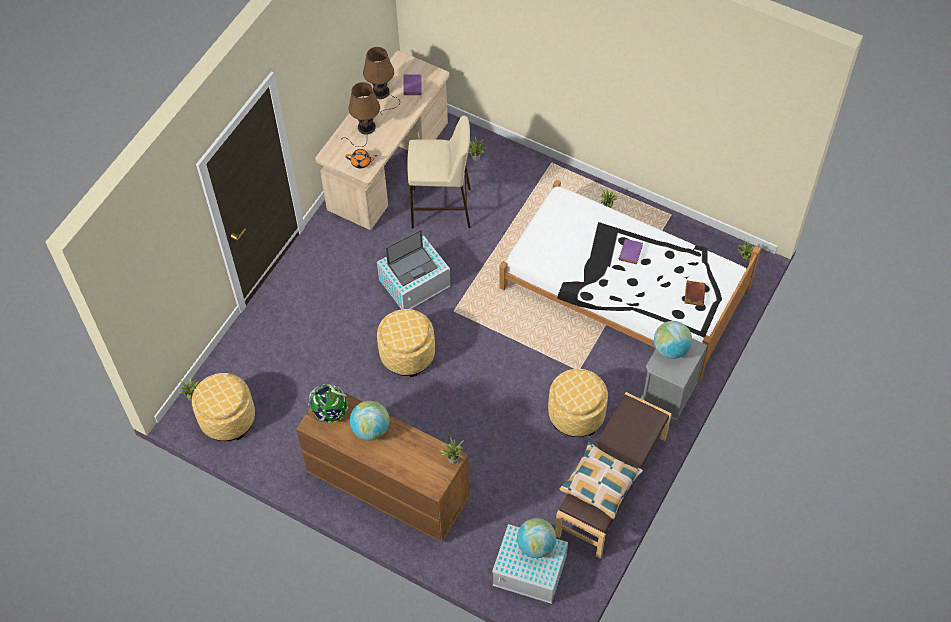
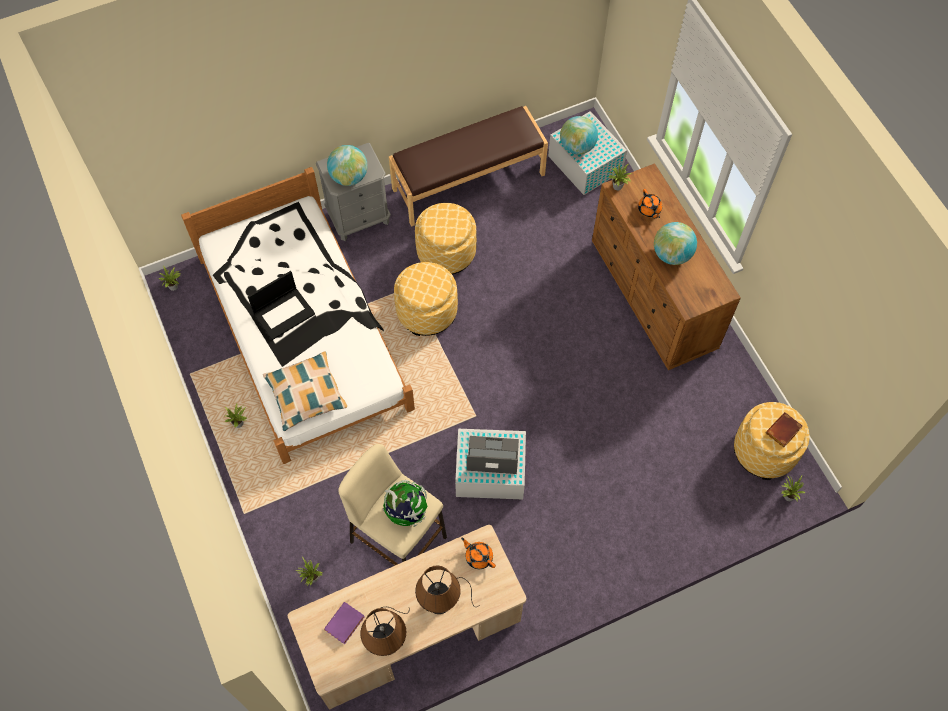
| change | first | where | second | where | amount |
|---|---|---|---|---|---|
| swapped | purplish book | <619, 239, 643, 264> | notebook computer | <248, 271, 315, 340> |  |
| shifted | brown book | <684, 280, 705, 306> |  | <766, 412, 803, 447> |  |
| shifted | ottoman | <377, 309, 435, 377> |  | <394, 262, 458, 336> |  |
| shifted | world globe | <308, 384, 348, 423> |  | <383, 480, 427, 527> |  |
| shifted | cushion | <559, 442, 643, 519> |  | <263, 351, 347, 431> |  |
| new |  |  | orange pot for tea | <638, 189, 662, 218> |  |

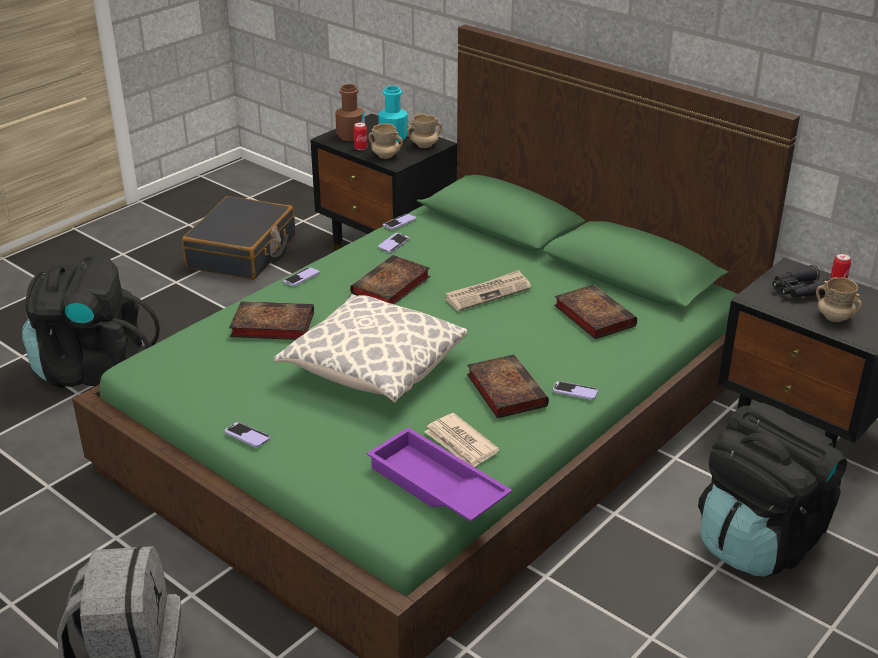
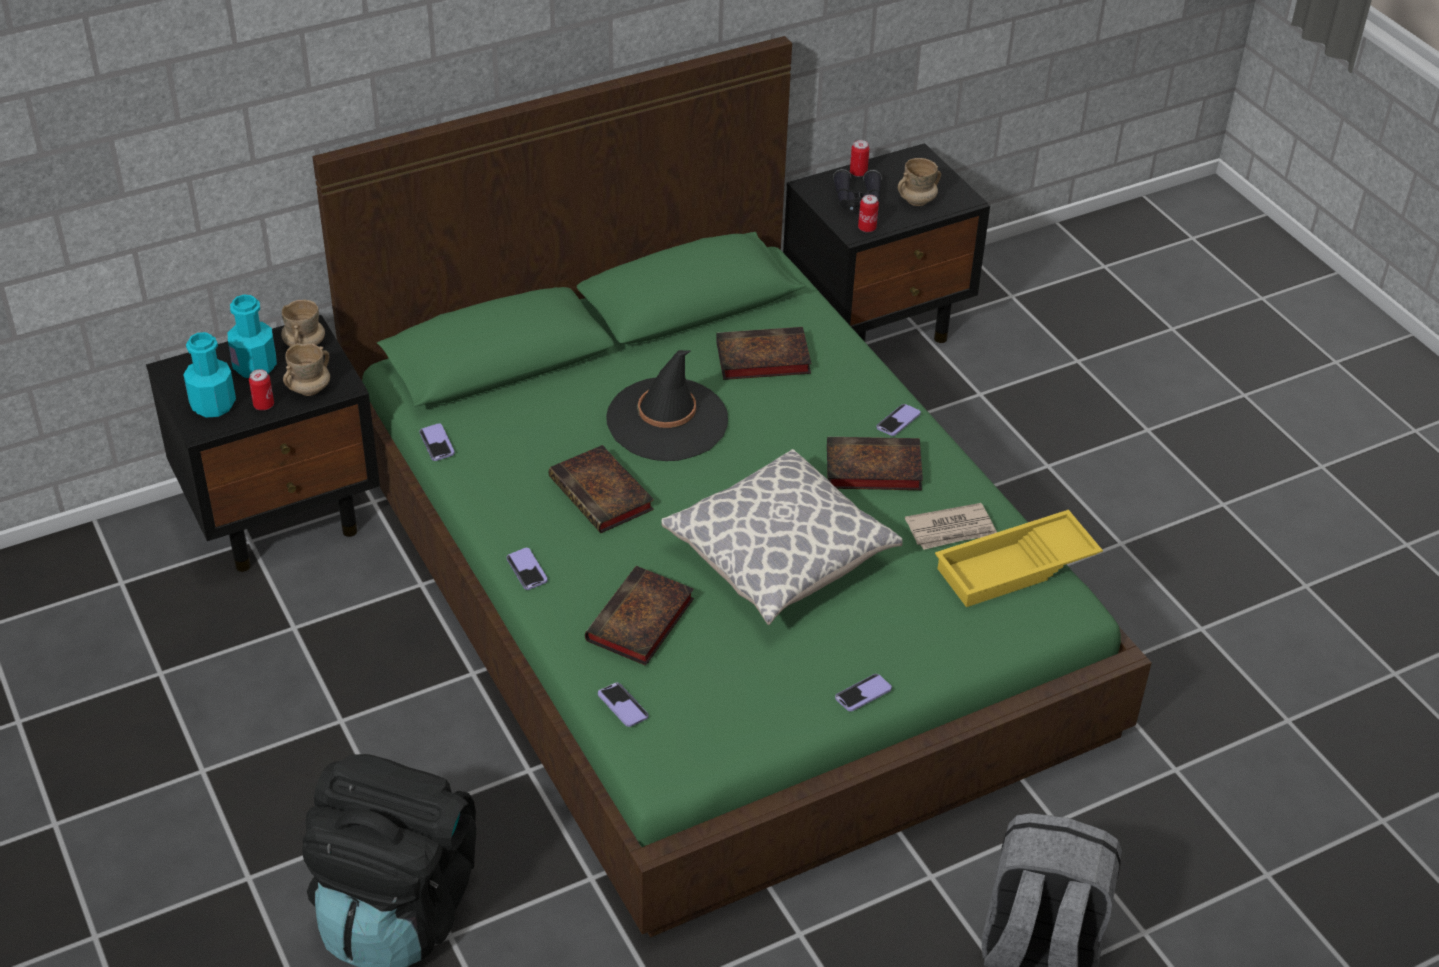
| change | first | where | second | where | amount |
|---|---|---|---|---|---|
| repainted | brown bottle | <335, 84, 365, 141> | turquoise-coloured bottle | <183, 332, 236, 418> |  |
| gone | black travel case | <182, 196, 295, 280> |  |  |  |
| shifted | telephone | <378, 233, 410, 253> |  | <598, 683, 648, 727> |  |
| swapped | printed paper | <445, 270, 531, 311> | black wearable hat | <606, 350, 728, 461> |  |
| gone | black rucksack | <698, 403, 847, 577> |  |  |  |
| repainted | purplish tray | <367, 427, 512, 522> | yellowish tray | <935, 510, 1103, 607> |  |
| new |  |  | can | <858, 195, 879, 232> |  |

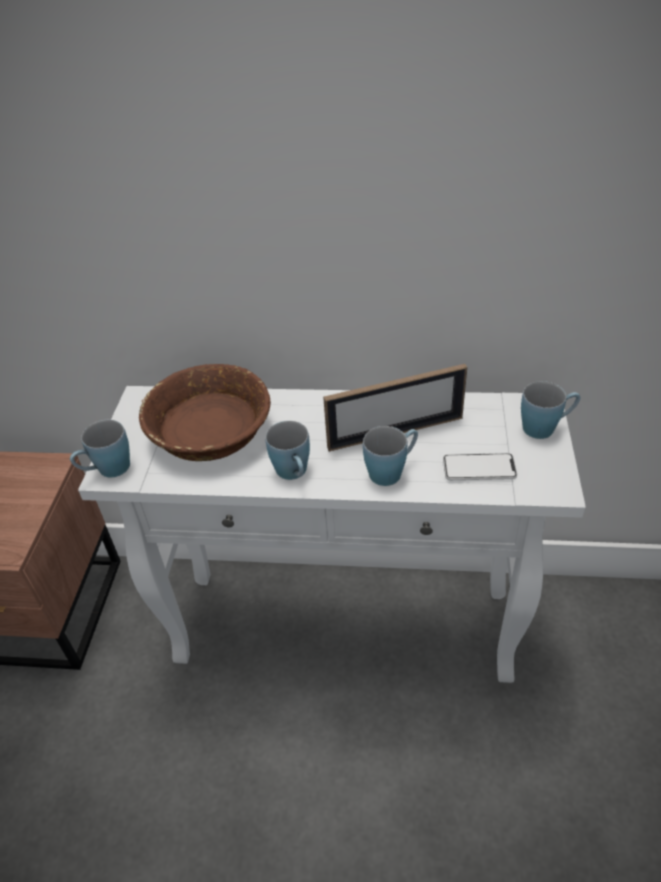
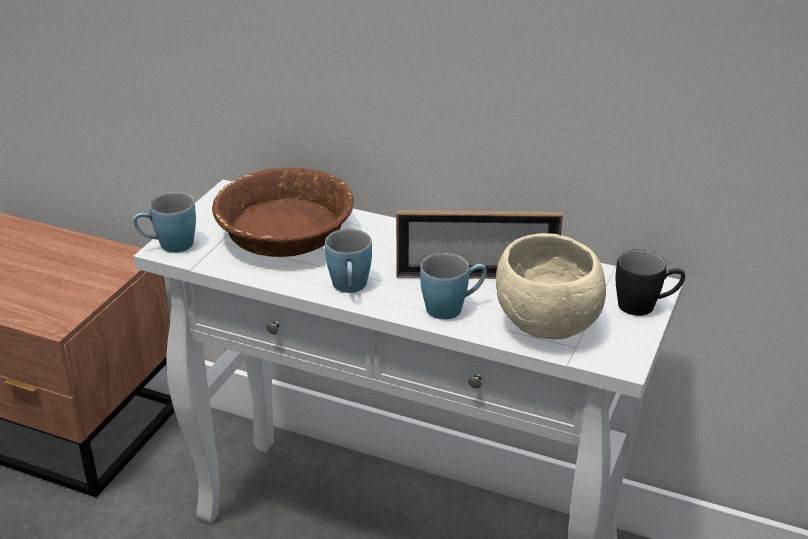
| change | first | where | second | where | amount |
|---|---|---|---|---|---|
| repainted | bluish mug | <521, 381, 581, 439> | black mug | <615, 249, 685, 316> |  |
| swapped | telephone | <443, 453, 517, 480> | sand-coloured deep dish | <496, 233, 606, 339> |  |

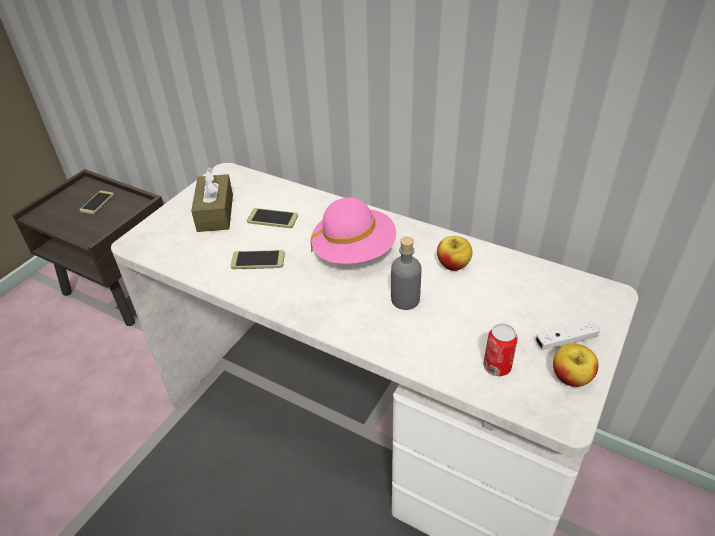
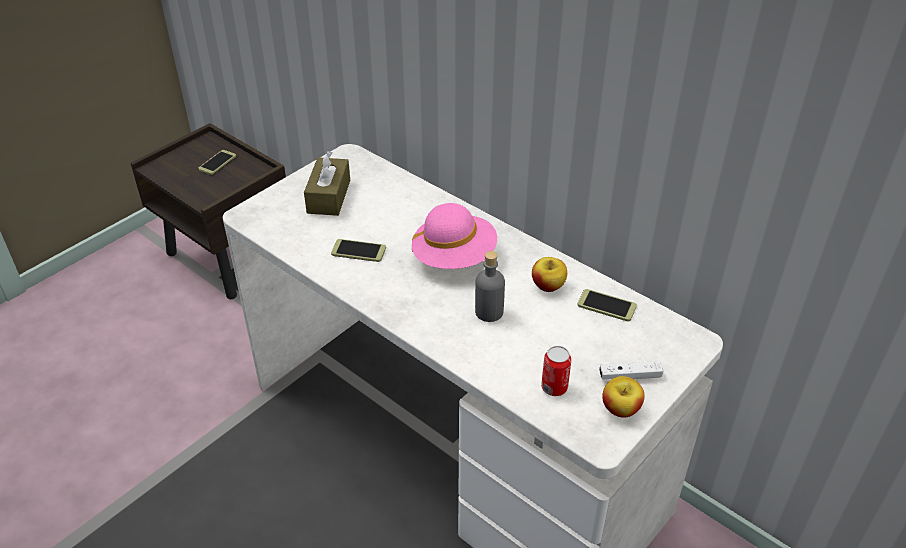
| change | first | where | second | where | amount |
|---|---|---|---|---|---|
| shifted | telephone | <247, 208, 298, 228> |  | <577, 289, 637, 322> |  |

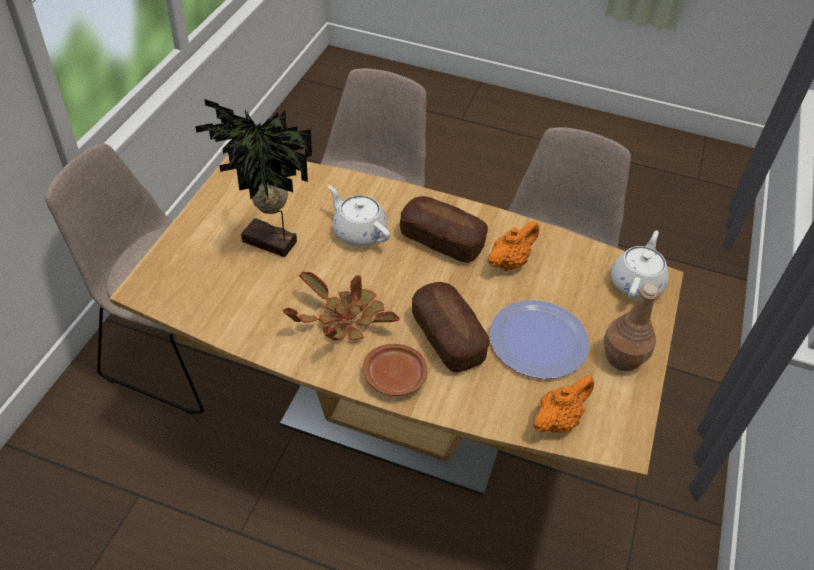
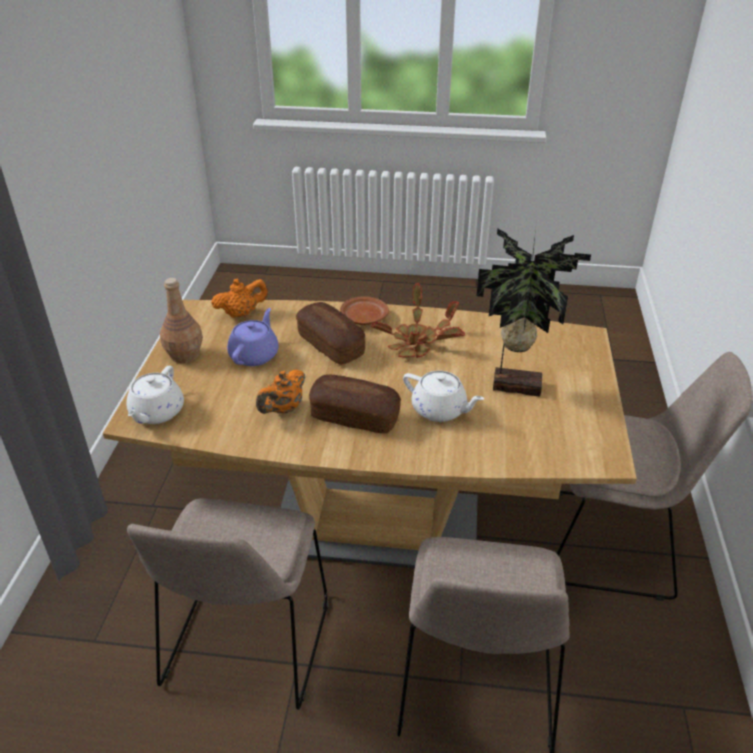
| change | first | where | second | where | amount |
|---|---|---|---|---|---|
| swapped | flat dish | <489, 300, 589, 379> | purplish pot for tea | <227, 308, 279, 366> |  |
| rotated | orange pot for tea | <533, 376, 594, 433> |  | <211, 278, 268, 318> | 150 degrees counterclockwise |

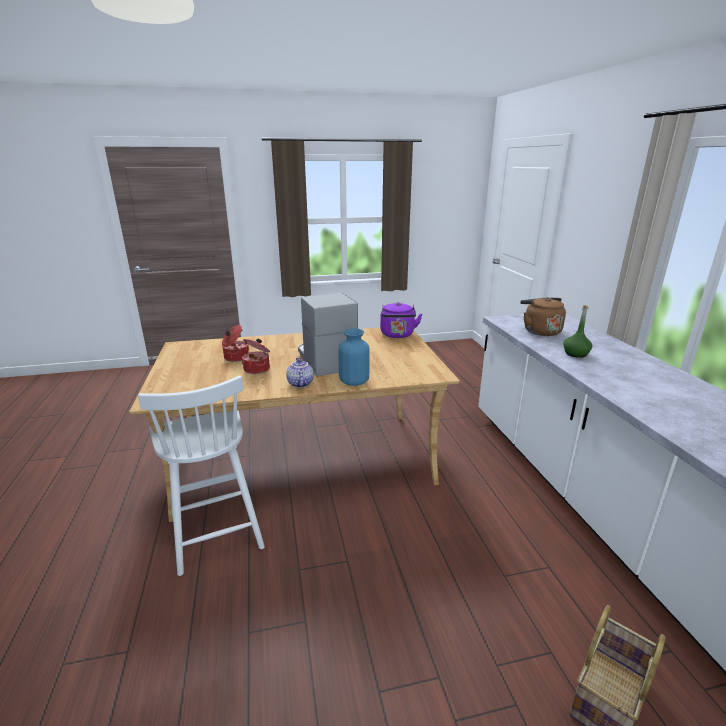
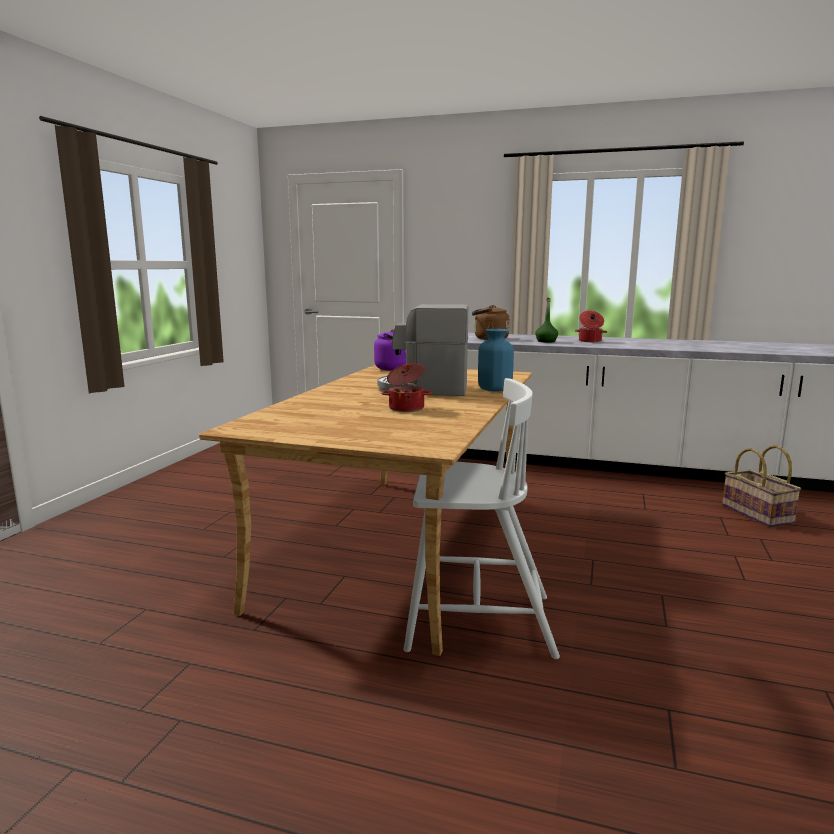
| change | first | where | second | where | amount |
|---|---|---|---|---|---|
| shifted | cooking pot | <222, 325, 249, 362> |  | <575, 311, 607, 342> |  |
| gone | pot for tea | <286, 357, 314, 388> |  |  |  |

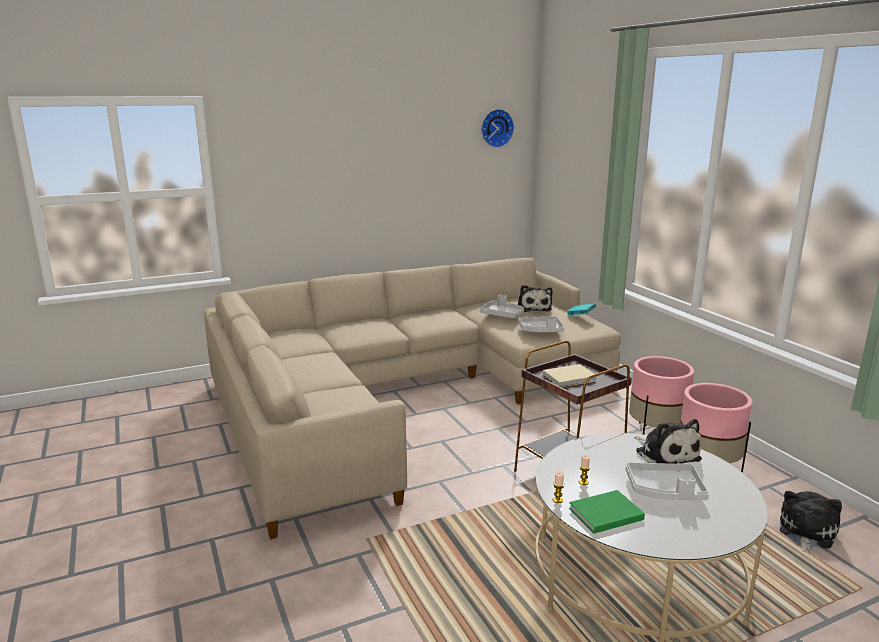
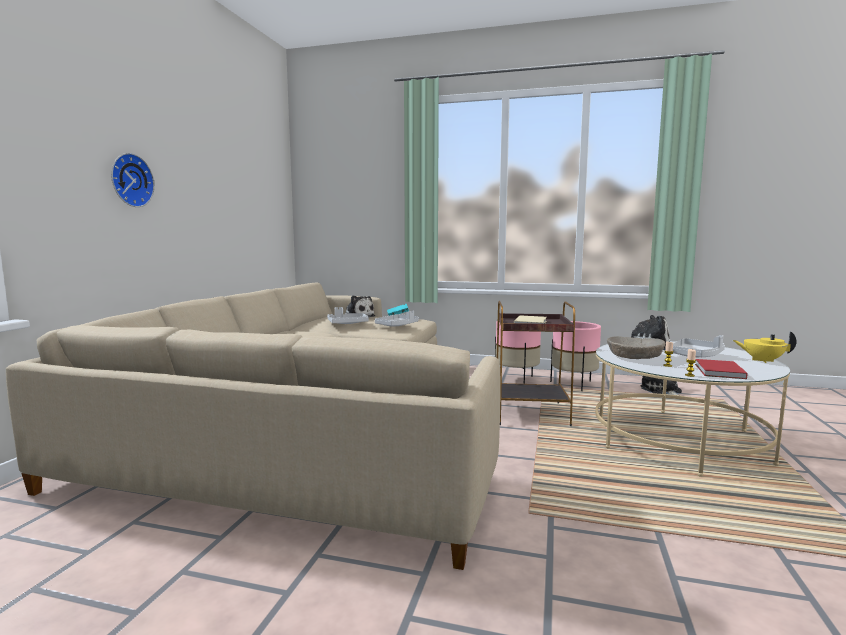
| change | first | where | second | where | amount |
|---|---|---|---|---|---|
| shifted | wall clock | <481, 109, 514, 148> |  | <111, 153, 155, 207> |  |
| repainted | green-coloured book | <569, 490, 645, 534> | red book | <695, 359, 747, 379> |  |
| new |  |  | yellowish pot for tea | <733, 331, 797, 363> |  |
| new |  |  | sand-coloured deep dish | <607, 336, 665, 359> |  |

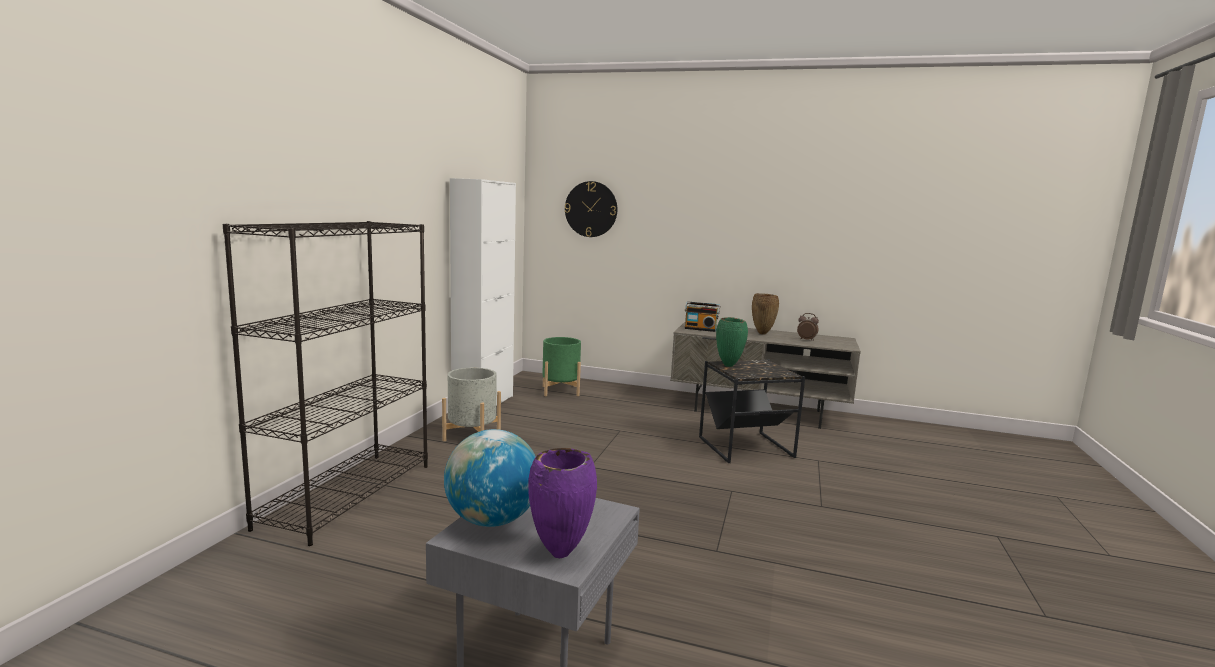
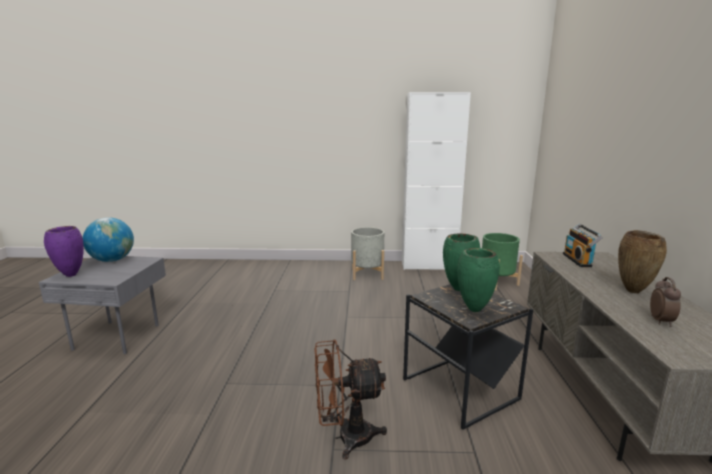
| change | first | where | second | where | amount |
|---|---|---|---|---|---|
| gone | wall clock | <565, 181, 617, 237> |  |  |  |
| gone | black shelving unit | <223, 221, 428, 546> |  |  |  |
| new |  |  | green-coloured decorative vase | <457, 248, 500, 312> |  |
| new |  |  | brown cooling fan | <314, 339, 387, 460> |  |

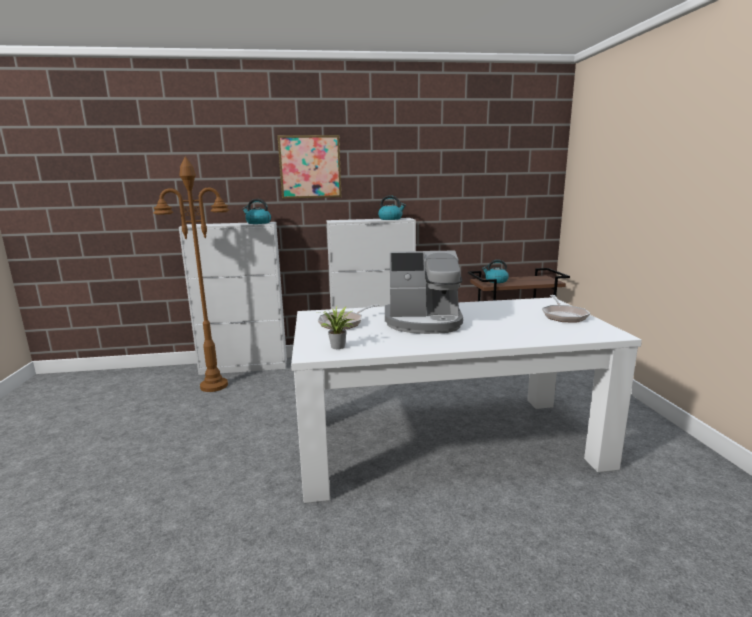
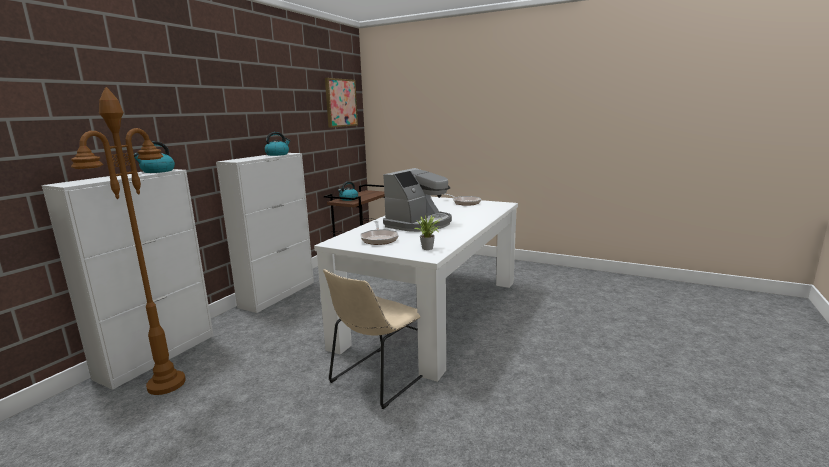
| change | first | where | second | where | amount |
|---|---|---|---|---|---|
| shifted | wall picture | <277, 135, 341, 199> |  | <325, 78, 358, 128> |  |
| new |  |  | sand-coloured upright chair | <323, 269, 423, 409> |  |

